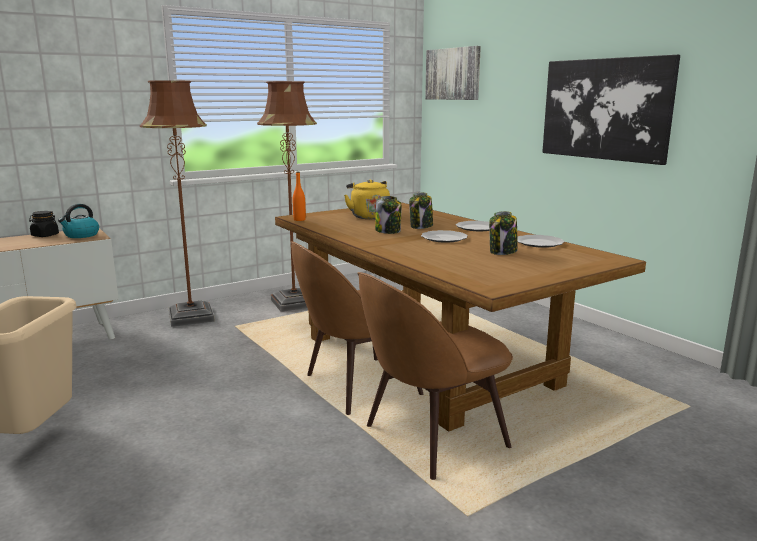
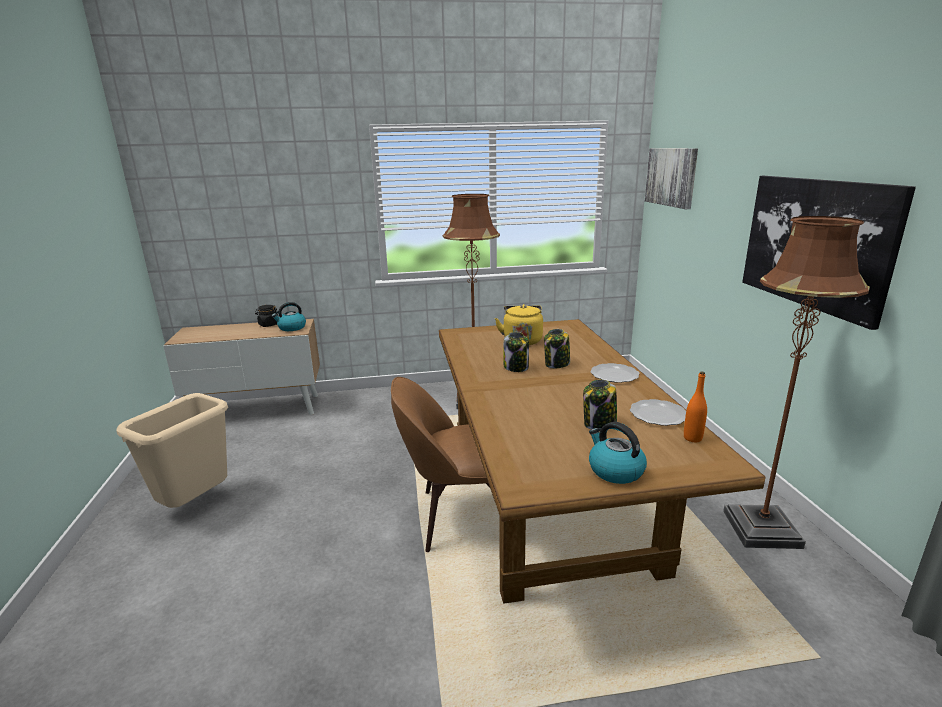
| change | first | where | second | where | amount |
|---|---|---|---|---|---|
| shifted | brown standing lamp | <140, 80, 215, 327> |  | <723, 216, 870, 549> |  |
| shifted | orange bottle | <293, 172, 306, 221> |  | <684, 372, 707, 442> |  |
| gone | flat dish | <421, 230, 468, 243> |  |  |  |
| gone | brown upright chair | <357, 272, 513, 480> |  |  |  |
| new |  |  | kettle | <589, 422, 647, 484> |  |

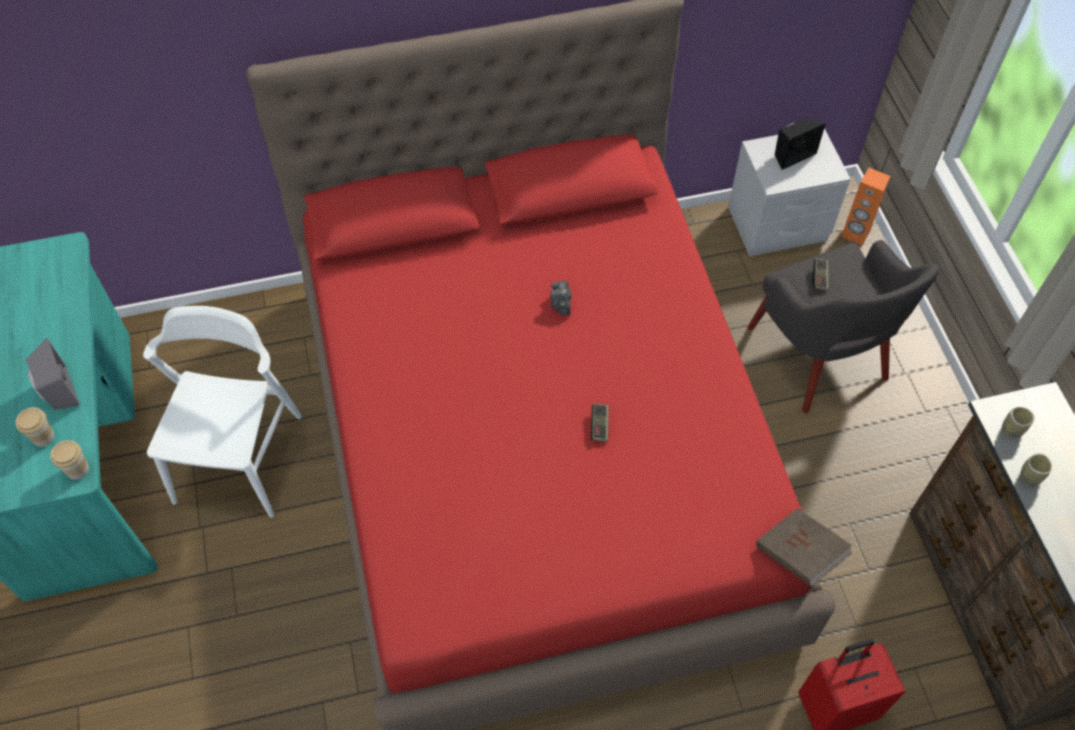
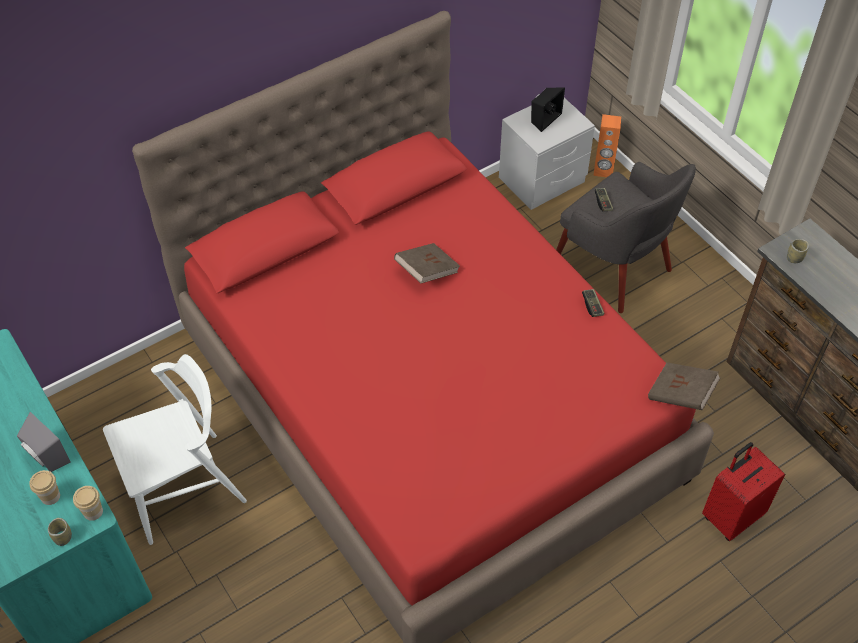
| change | first | where | second | where | amount |
|---|---|---|---|---|---|
| swapped | still camera | <550, 281, 571, 315> | brown book | <394, 243, 460, 283> |  |
| rotated | white upright chair | <143, 306, 302, 518> |  | <103, 354, 247, 545> | 75 degrees clockwise |
| shifted | joypad | <591, 404, 609, 442> |  | <582, 289, 605, 317> |  |
| shifted | small cup | <1020, 453, 1052, 486> |  | <48, 518, 72, 546> |  |

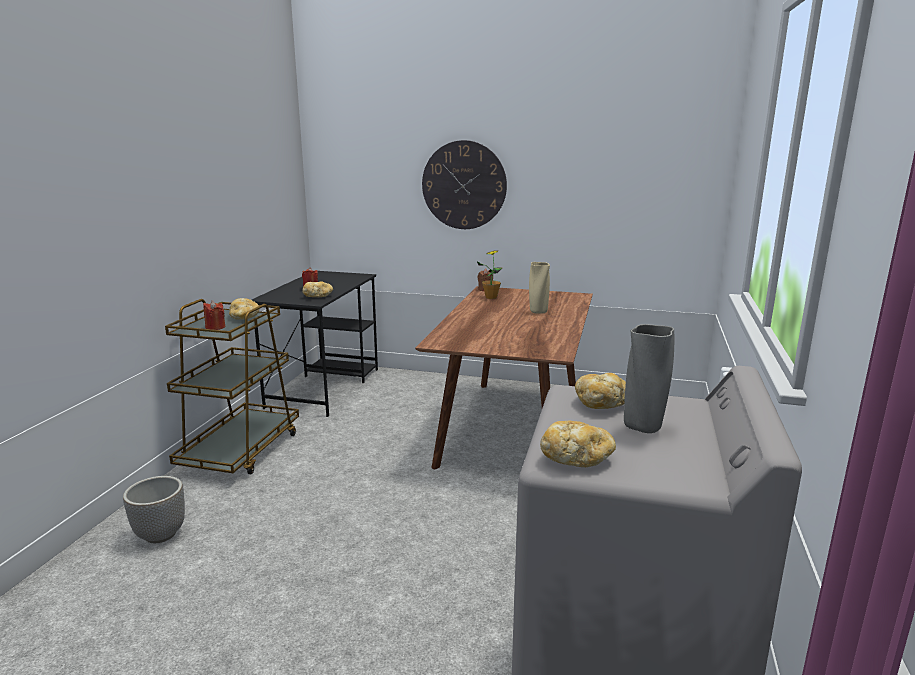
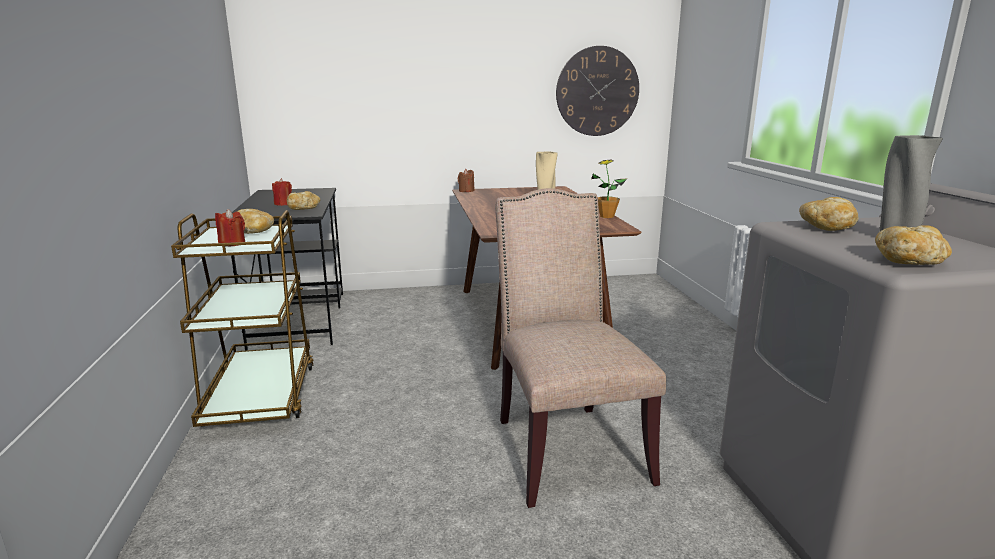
| change | first | where | second | where | amount |
|---|---|---|---|---|---|
| shifted | wall clock | <422, 140, 507, 229> |  | <556, 46, 639, 136> |  |
| shifted | plant in a pot | <477, 250, 502, 299> |  | <591, 160, 627, 218> |  |
| gone | flower pot | <123, 476, 185, 543> |  |  |  |
| new |  |  | sand-coloured upright chair | <495, 188, 666, 508> |  |

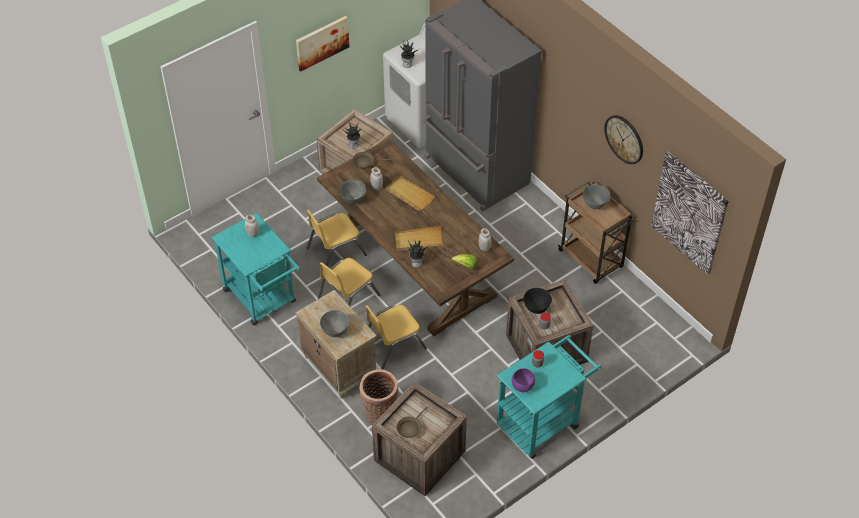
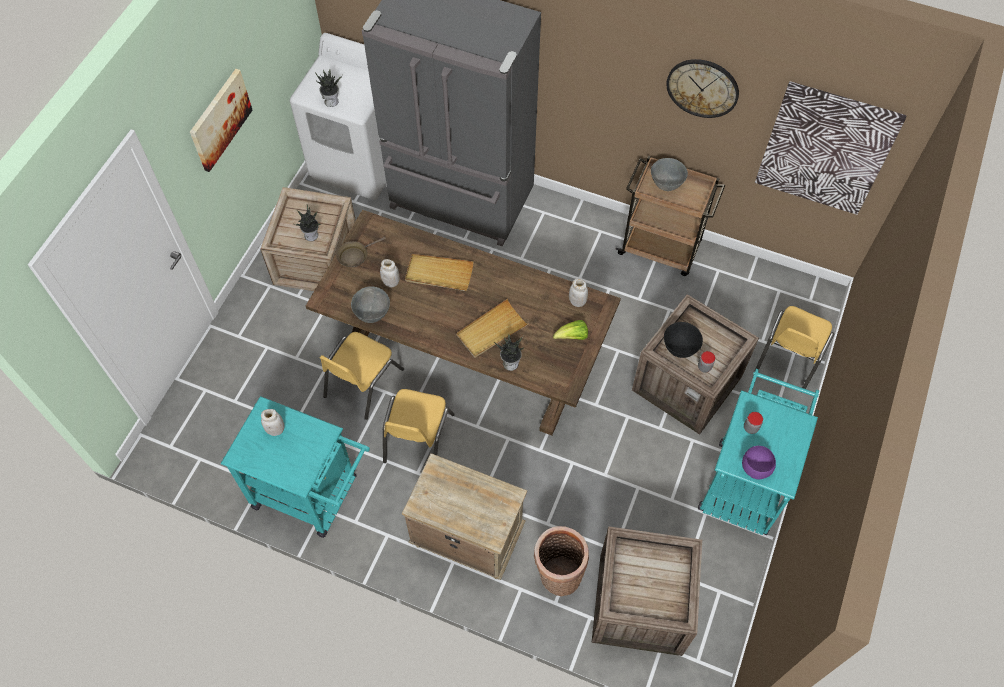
| change | first | where | second | where | amount |
|---|---|---|---|---|---|
| shifted | yellowish upright chair | <365, 305, 427, 369> |  | <755, 306, 834, 389> |  |
| gone | grey deep dish | <320, 310, 349, 337> |  |  |  |
| gone | brown pan | <397, 406, 428, 438> |  |  |  |

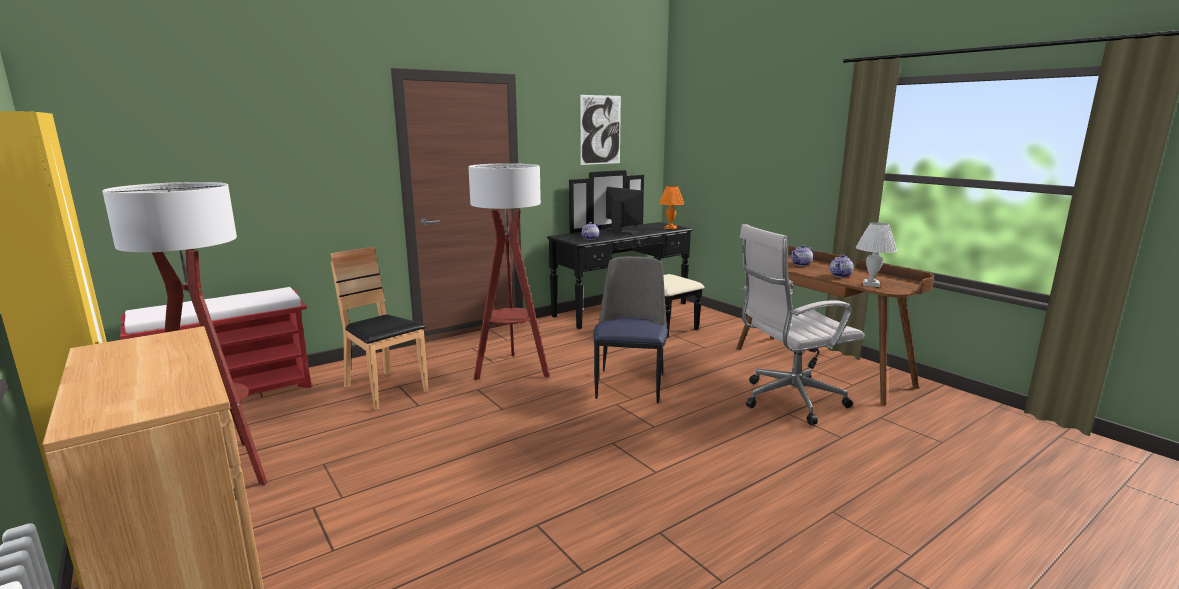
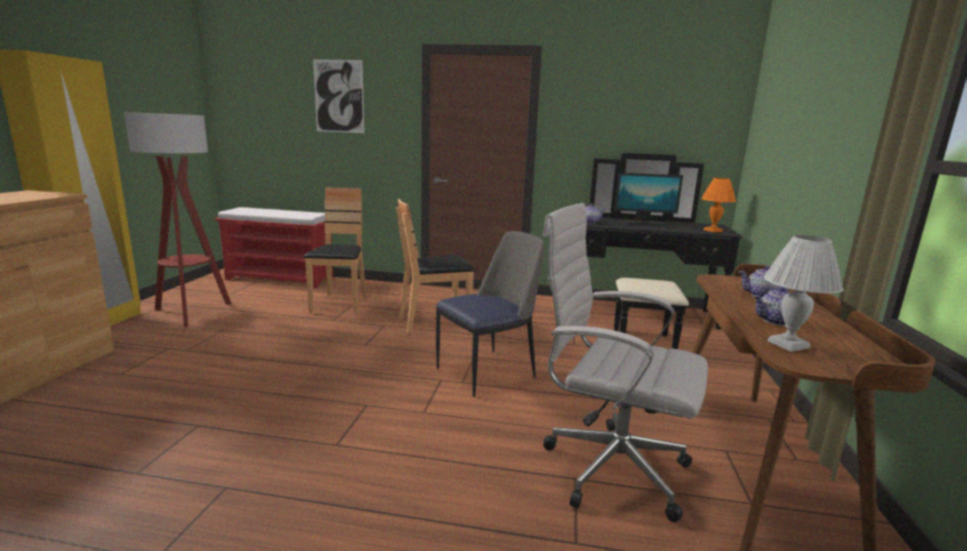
| change | first | where | second | where | amount |
|---|---|---|---|---|---|
| shifted | wall picture | <580, 95, 621, 165> |  | <313, 59, 364, 133> |  |
| swapped | standing lamp | <468, 163, 550, 380> | brown upright chair | <396, 199, 475, 334> |  |
| rotated | monitor | <606, 187, 644, 235> |  | <614, 172, 683, 226> | 90 degrees clockwise |

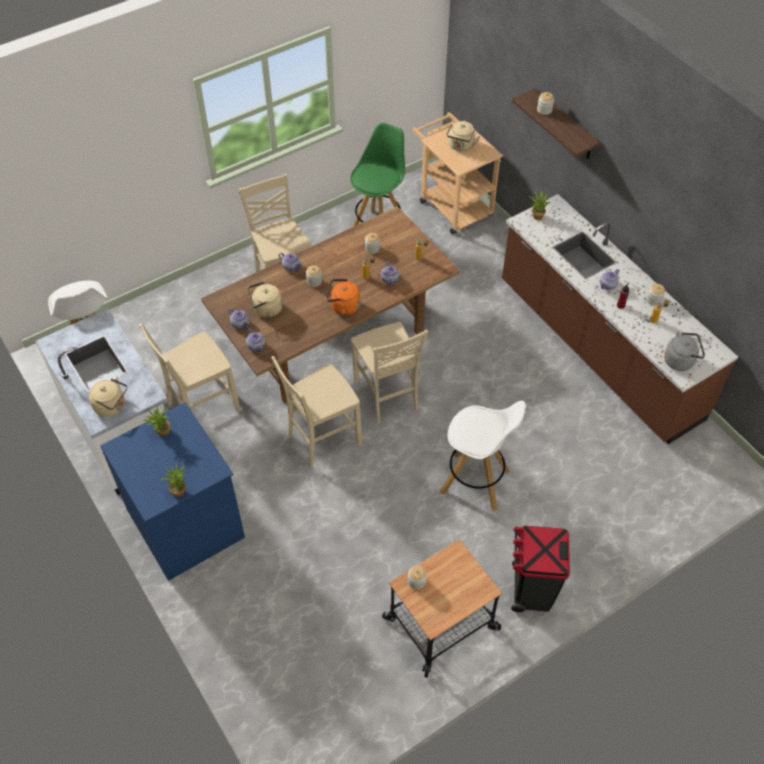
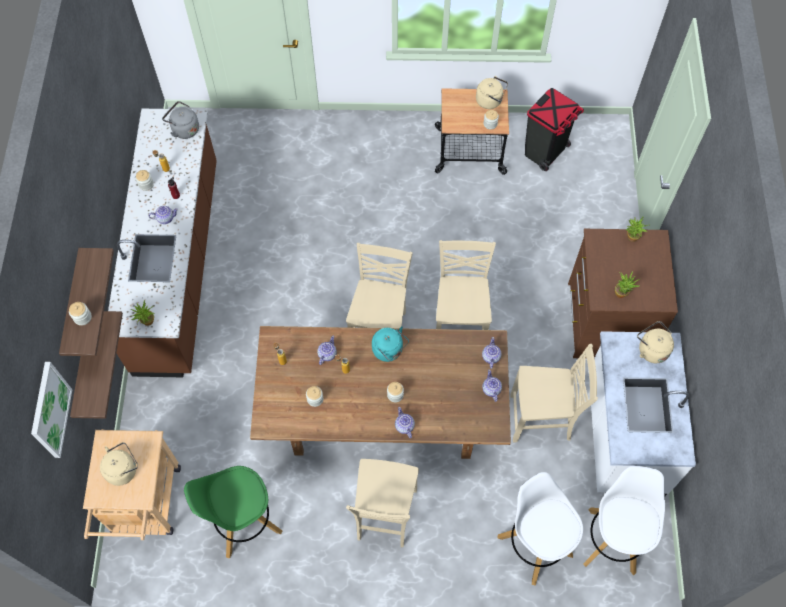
| change | first | where | second | where | amount |
|---|---|---|---|---|---|
| repainted | orange kettle | <327, 279, 360, 315> | turquoise-coloured kettle | <372, 326, 409, 362> |  |
| shifted | sand-coloured kettle | <248, 282, 283, 318> |  | <476, 76, 508, 109> |  |
| rotated | sand-coloured upright chair | <271, 356, 362, 468> |  | <436, 240, 496, 330> | 90 degrees counterclockwise |
| shifted | white stool seat | <440, 401, 526, 511> |  | <497, 472, 583, 586> |  |
| repainted | bluish drawer chest | <100, 403, 245, 581> | brown drawer chest | <568, 229, 678, 359> |  |
| shifted | black waste bin | <511, 526, 570, 612> |  | <525, 88, 584, 171> |  |
| new |  |  | wall shelf | <70, 311, 123, 419> |  |
| new |  |  | wall picture | <31, 362, 72, 458> |  |

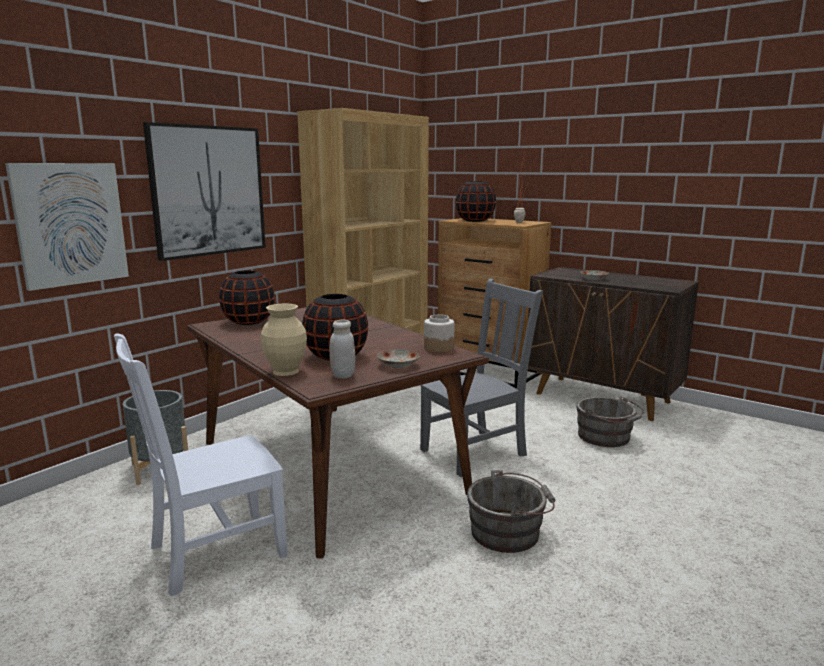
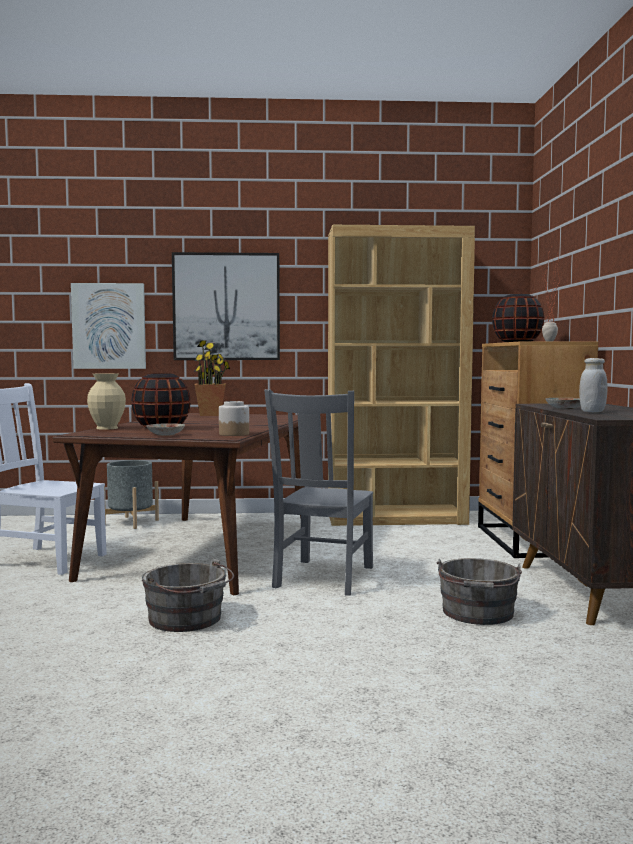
| change | first | where | second | where | amount |
|---|---|---|---|---|---|
| swapped | black decorative vase | <219, 271, 275, 325> | plant in a pot | <194, 340, 230, 416> |  |
| rotated | grey upright chair | <420, 279, 543, 477> |  | <264, 389, 373, 596> | 90 degrees clockwise |
| shifted | white jar | <329, 320, 355, 378> |  | <579, 358, 607, 412> |  |

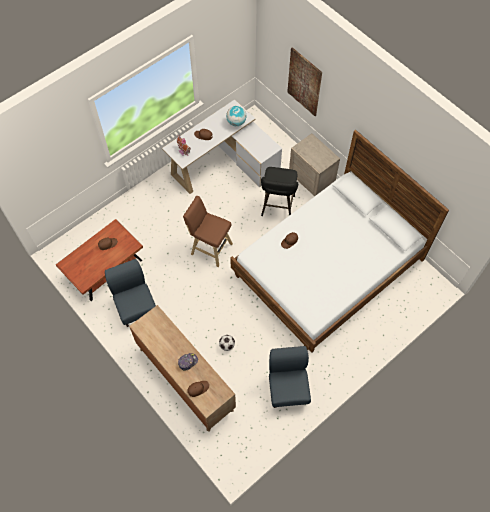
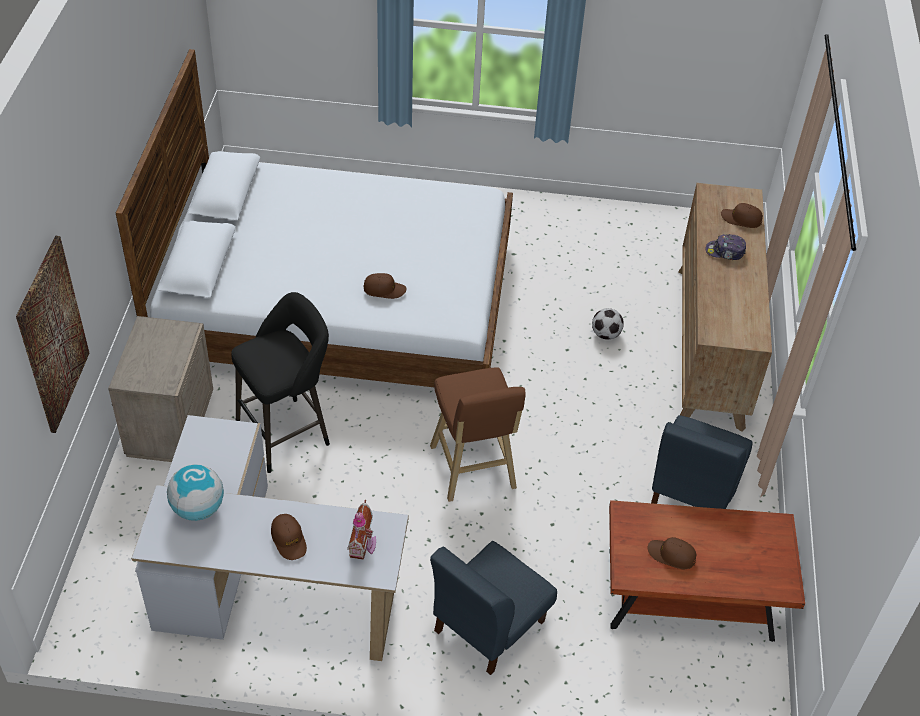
| change | first | where | second | where | amount |
|---|---|---|---|---|---|
| shifted | bluish upright chair | <269, 346, 311, 408> |  | <430, 541, 557, 675> |  |

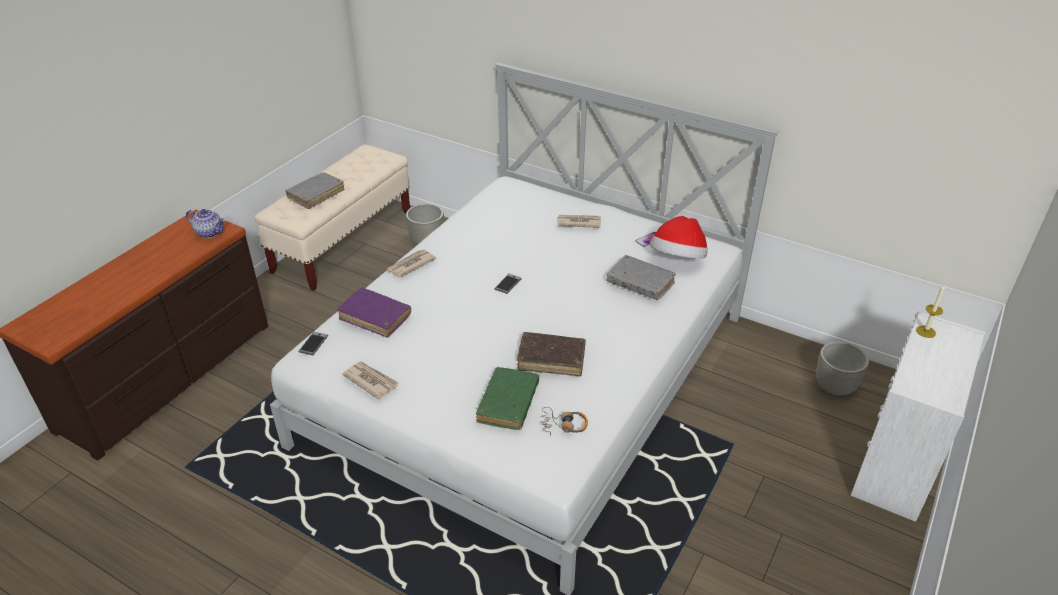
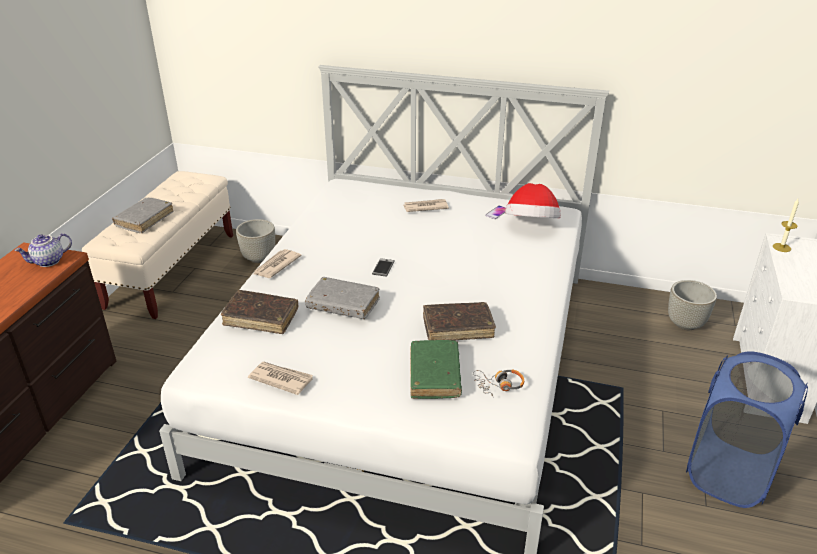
| change | first | where | second | where | amount |
|---|---|---|---|---|---|
| rotated | pot for tea | <186, 209, 225, 238> |  | <14, 233, 72, 267> | 135 degrees clockwise |
| shifted | grey book | <607, 255, 676, 300> |  | <305, 277, 380, 319> |  |
| repainted | purplish book | <338, 288, 411, 338> | brown book | <221, 290, 298, 334> |  |
| gone | telephone | <298, 332, 328, 355> |  |  |  |
| new |  |  | bluish laundry basket | <686, 351, 808, 508> |  |

